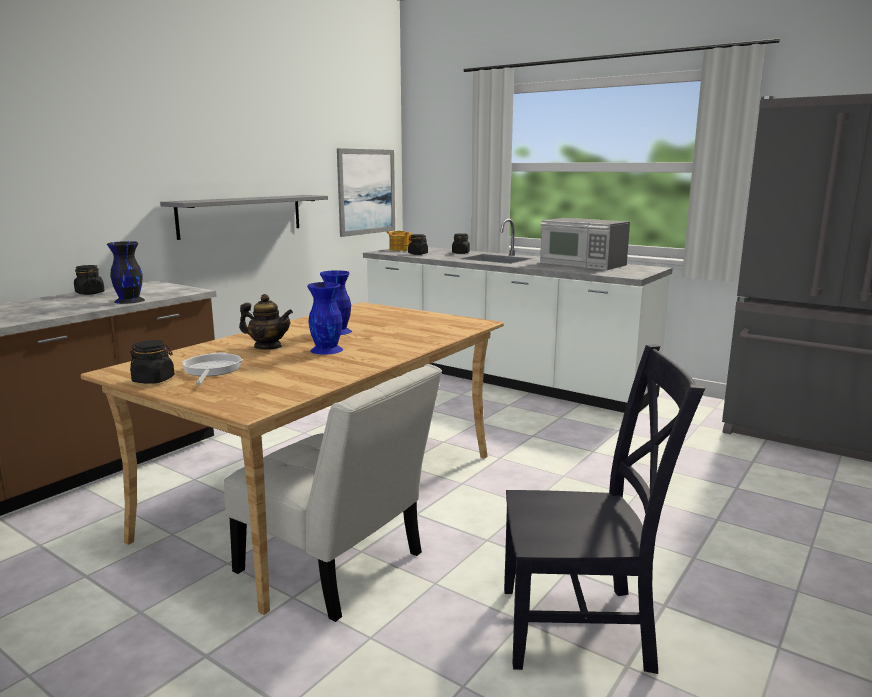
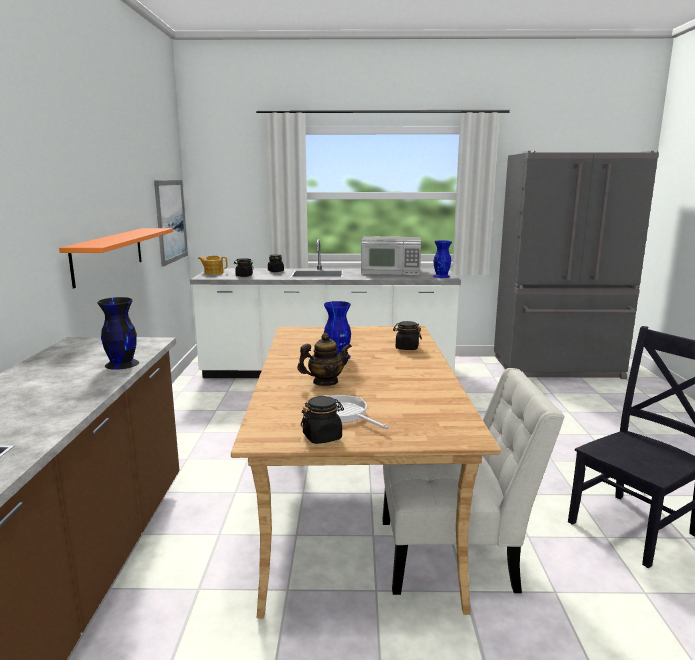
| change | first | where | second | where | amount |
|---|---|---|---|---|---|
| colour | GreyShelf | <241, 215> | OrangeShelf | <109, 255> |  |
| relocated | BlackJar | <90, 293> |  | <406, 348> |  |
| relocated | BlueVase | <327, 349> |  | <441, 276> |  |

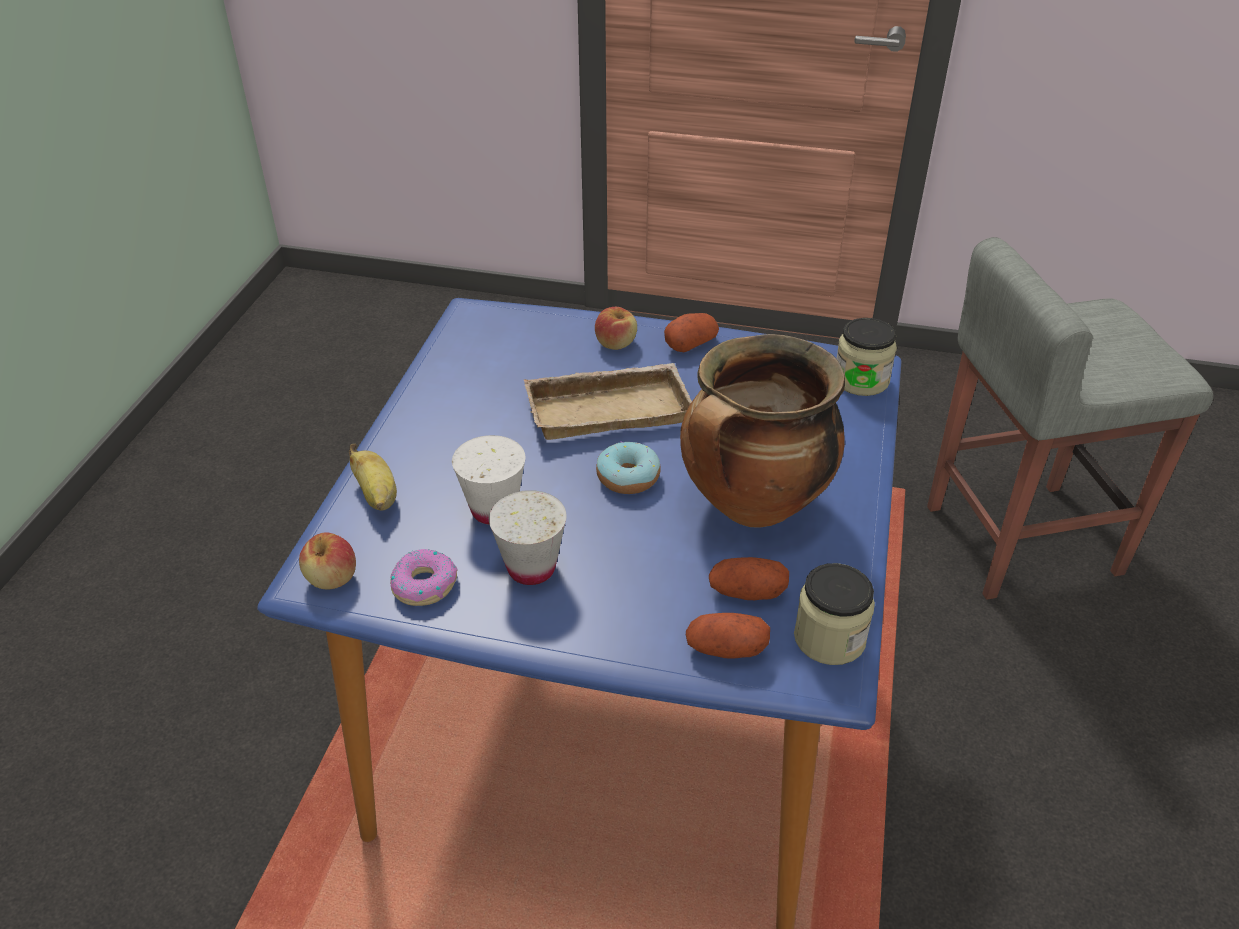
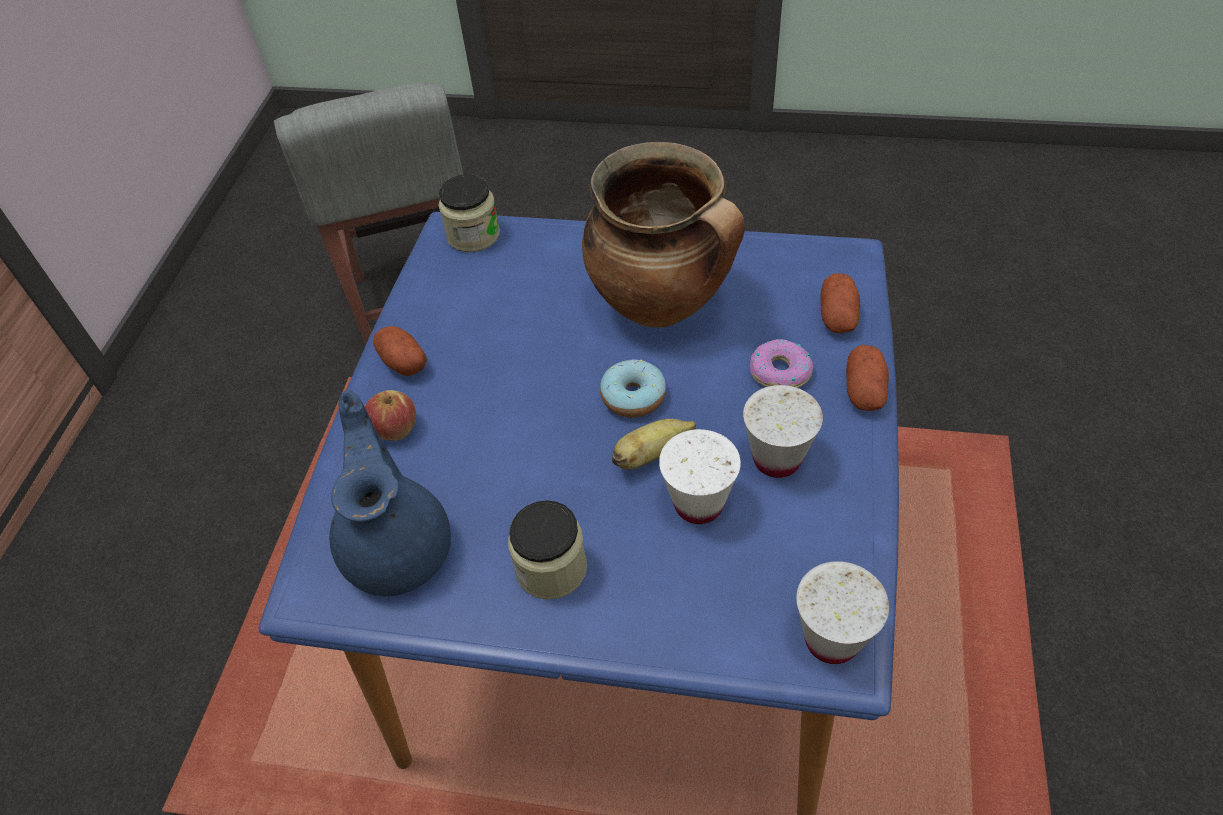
| change | first | where | second | where | amount |
|---|---|---|---|---|---|
| missing | BeigeTray | <609, 408> |  |  |  |
| relocated | Banana | <377, 495> |  | <652, 455> |  |
| exchanged | Apple | <332, 578> | WhiteCup | <831, 639> |  |
| relocated | Donut | <424, 584> |  | <780, 372> |  |
| relocated | Potato | <747, 592> |  | <864, 390> |  |
| relocated | Jar | <829, 638> |  | <551, 568> |  |
| appeared |  |  | BlueTeapot | <398, 545> |  |

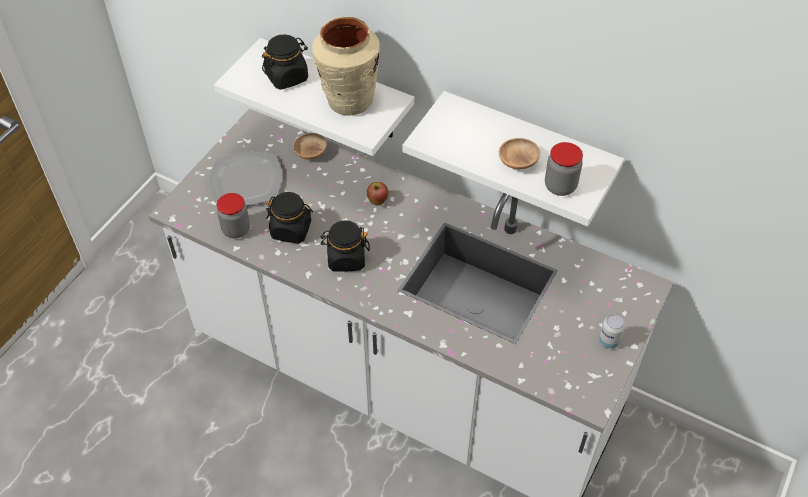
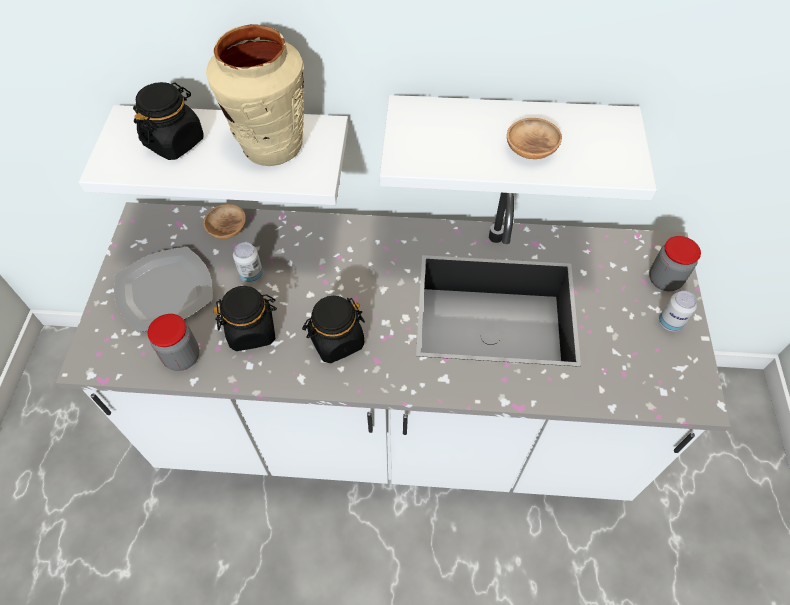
| change | first | where | second | where | amount |
|---|---|---|---|---|---|
| relocated | Jar | <560, 186> |  | <664, 280> |  |
| missing | Apple | <377, 201> |  |  |  |
| appeared |  |  | Can | <251, 275> |  |

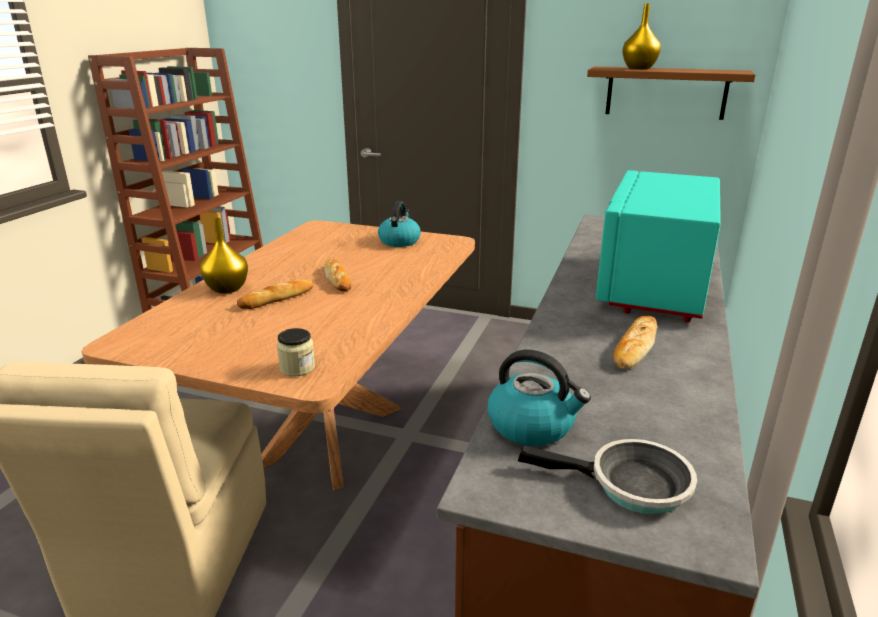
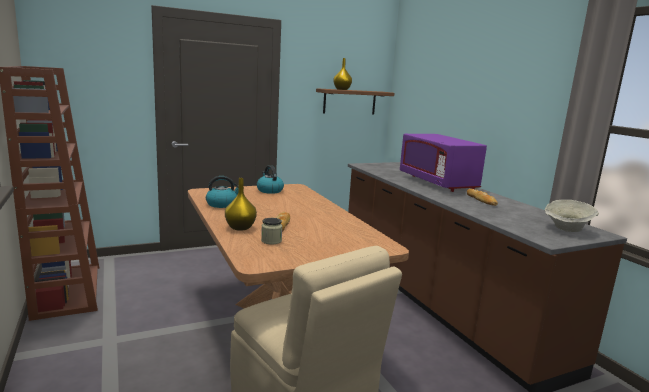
| change | first | where | second | where | amount |
|---|---|---|---|---|---|
| colour | TurquoiseMicrowave | <653, 286> | PurpleMicrowave | <437, 182> |  |
| missing | Bread | <337, 279> |  |  |  |
| relocated | Jar | <297, 368> |  | <271, 241> |  |
| relocated | Kettle | <532, 425> |  | <222, 204> |  |
| exchanged | FryingPan | <630, 485> | BeigeBowl | <567, 229> |  |

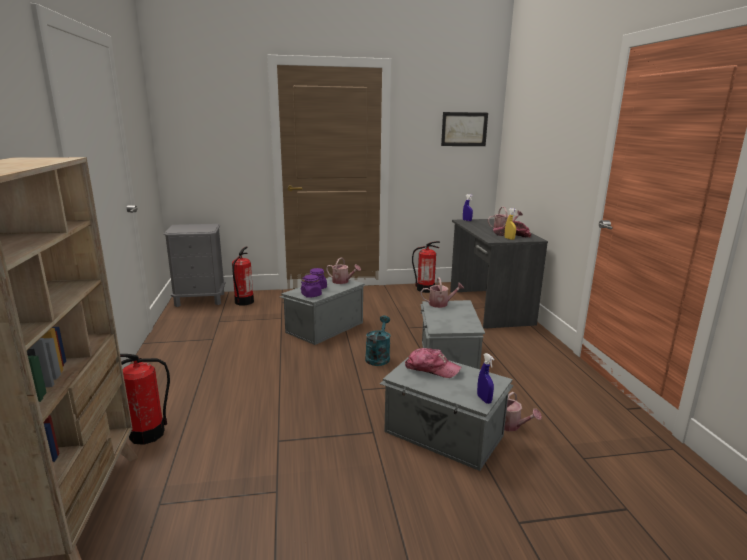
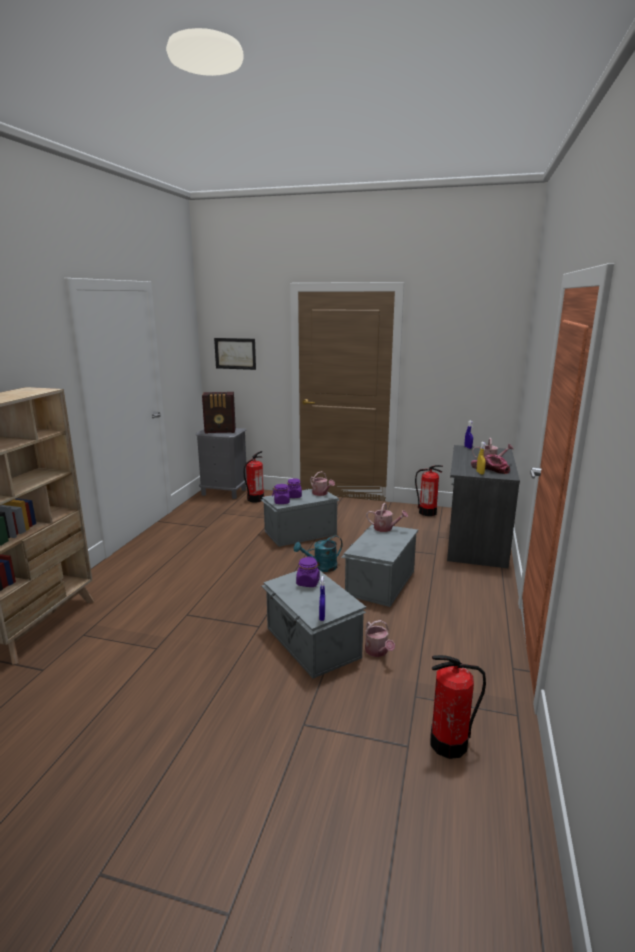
| change | first | where | second | where | amount |
|---|---|---|---|---|---|
| relocated | Picture | <464, 129> |  | <235, 353> |  |
| spun | TurquoiseWateringCan | <378, 357> |  | <321, 567> | 150 degrees counterclockwise |
| exchanged | Cap | <431, 369> | PurpleJar | <308, 583> |  |
| relocated | FireExtinguisher | <148, 434> |  | <449, 744> |  |
| appeared |  |  | Radio | <221, 431> |  |

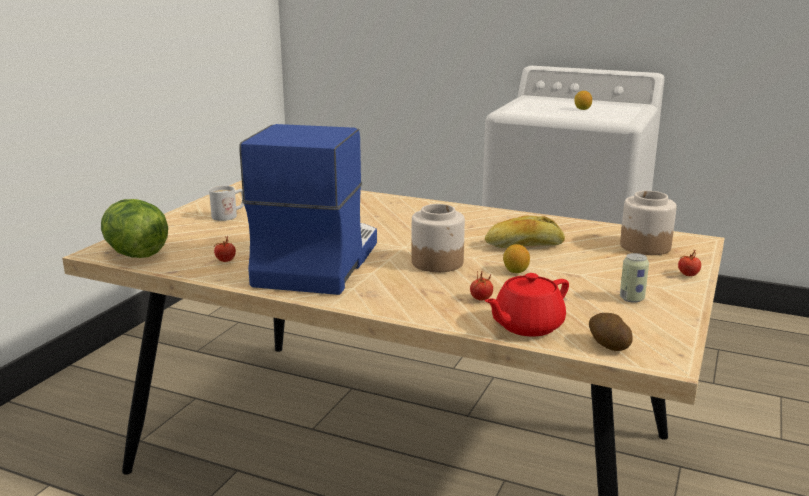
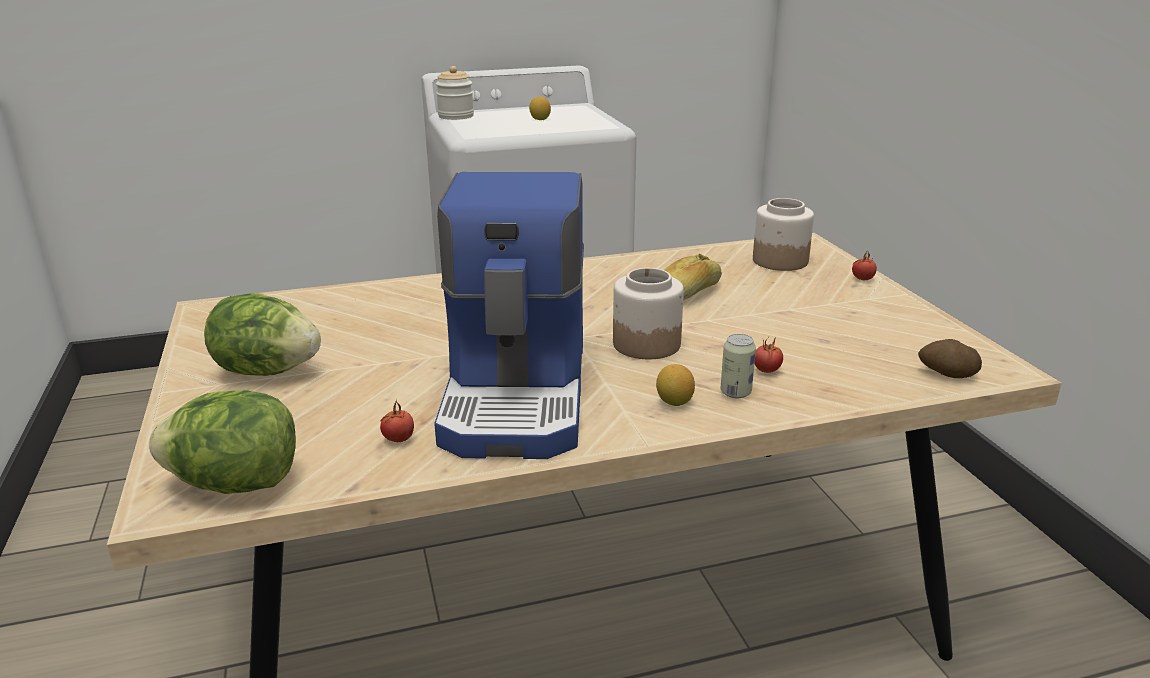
| change | first | where | second | where | amount |
|---|---|---|---|---|---|
| spun | CoffeeMachine | <316, 262> |  | <519, 395> | 150 degrees counterclockwise |
| exchanged | WhiteMug | <229, 215> | Lettuce | <267, 371> |  |
| relocated | Lemon | <515, 271> |  | <674, 402> |  |
| relocated | Can | <632, 299> |  | <735, 392> |  |
| missing | RedTeapot | <526, 326> |  |  |  |
| appeared |  |  | Jar | <456, 116> |  |

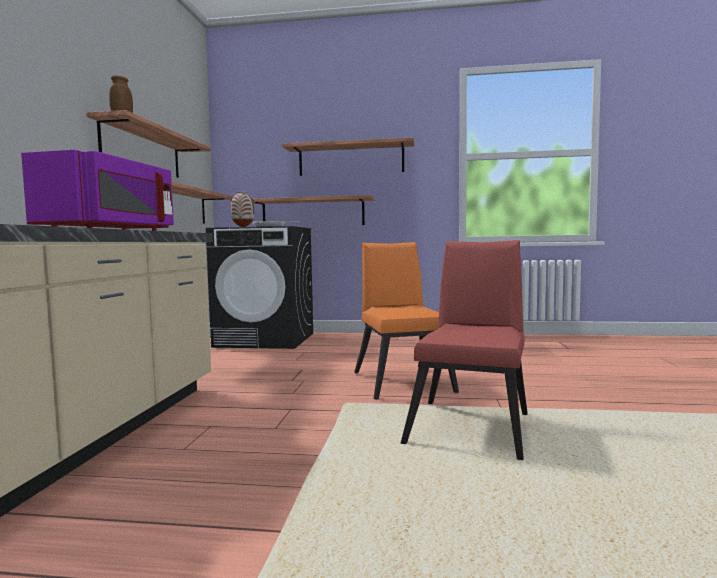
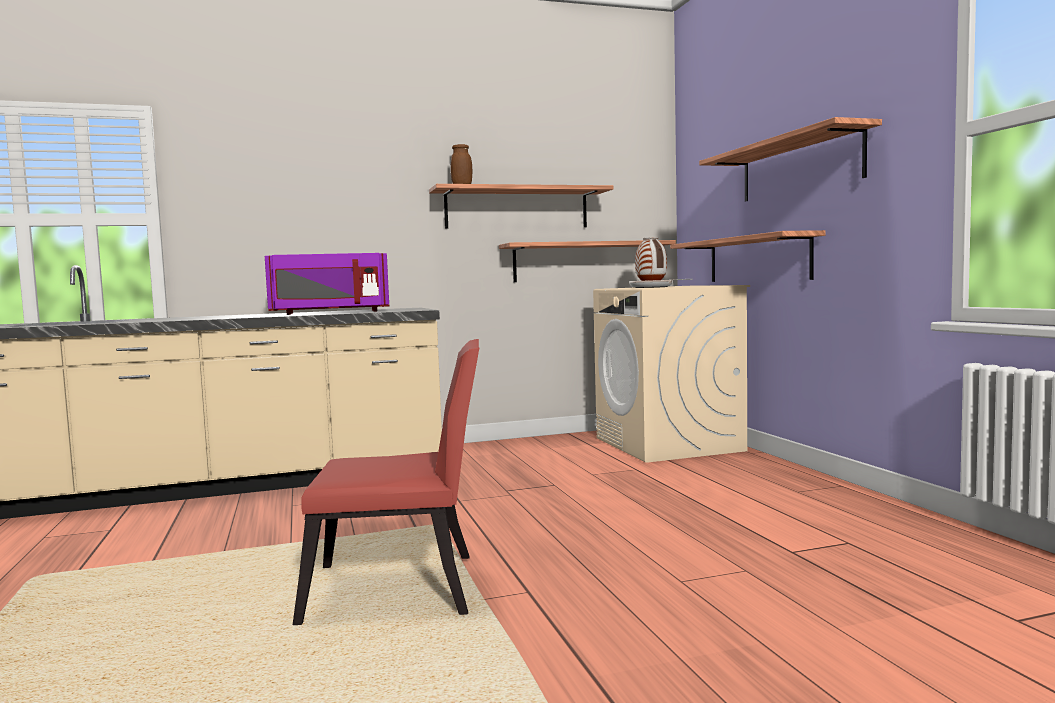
| change | first | where | second | where | amount |
|---|---|---|---|---|---|
| colour | BlackWashingMachine | <266, 340> | BeigeWashingMachine | <668, 444> |  |
| missing | OrangeChair | <402, 380> |  |  |  |

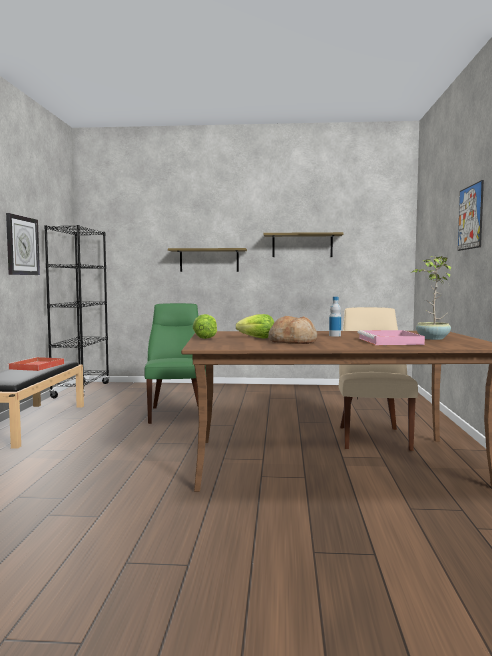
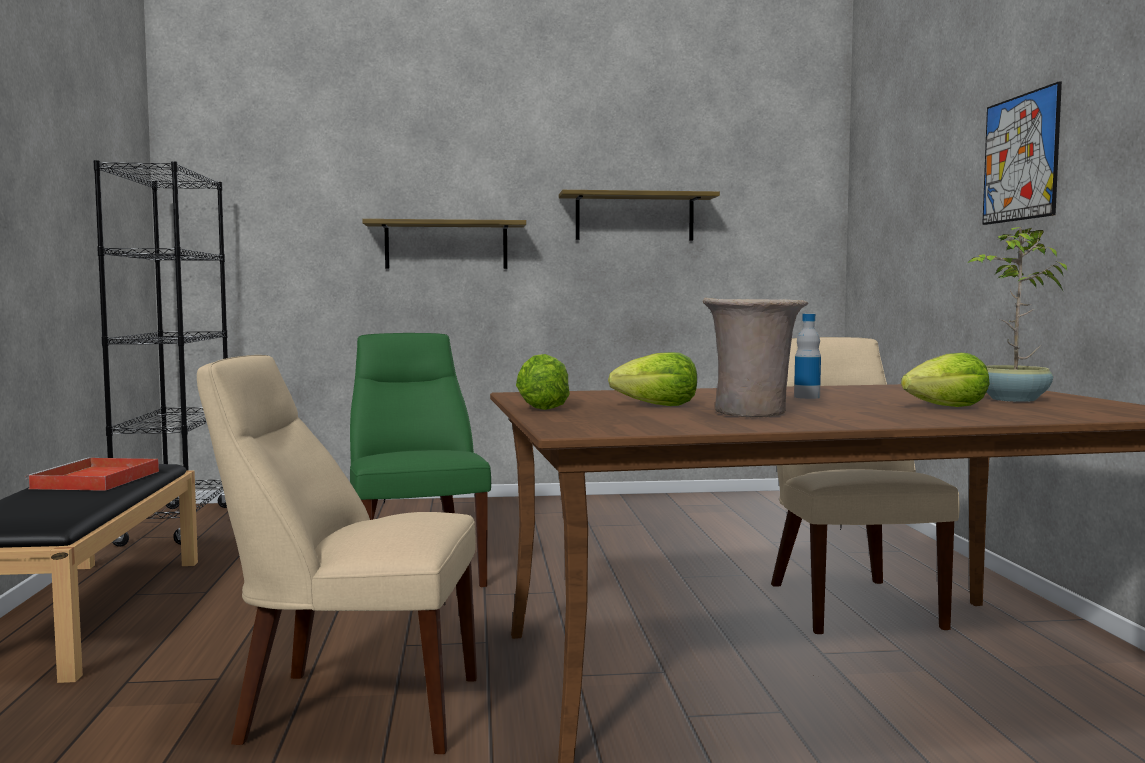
| change | first | where | second | where | amount |
|---|---|---|---|---|---|
| missing | WallClock | <22, 245> |  |  |  |
| exchanged | Bread | <293, 342> | BeigeVase | <753, 413> |  |
| exchanged | PinkTray | <390, 341> | Lettuce | <948, 407> |  |
| appeared |  |  | BeigeChair | <350, 709> |  |

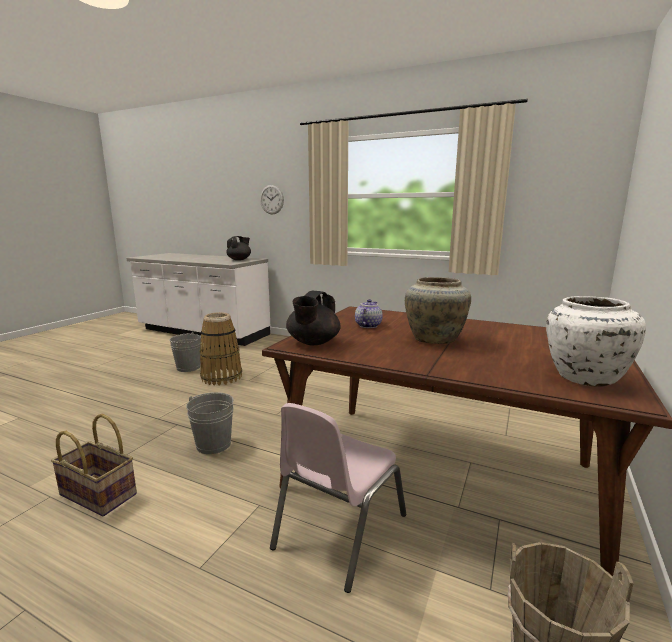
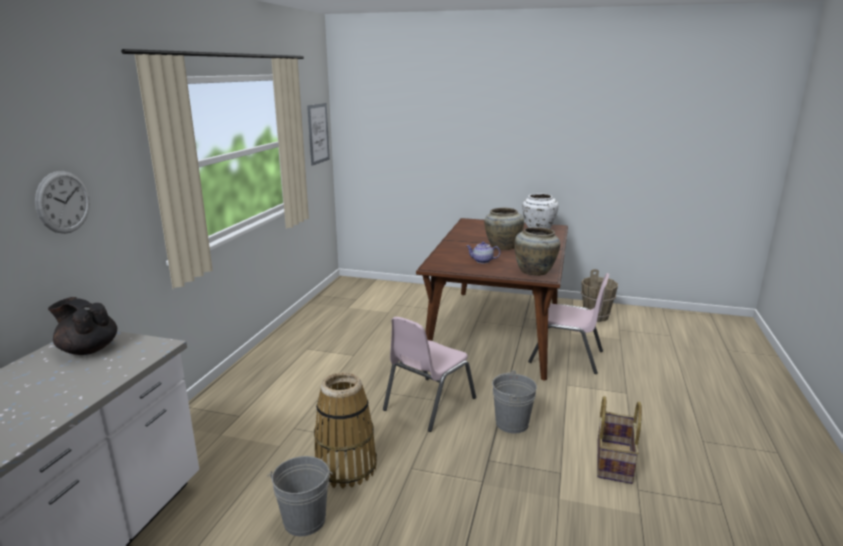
| change | first | where | second | where | amount |
|---|---|---|---|---|---|
| exchanged | BlackTeapot | <313, 342> | BeigeVase | <535, 272> |  |
| appeared |  |  | Picture | <318, 133> |  |
| appeared |  |  | PinkChair | <428, 404> |  |

